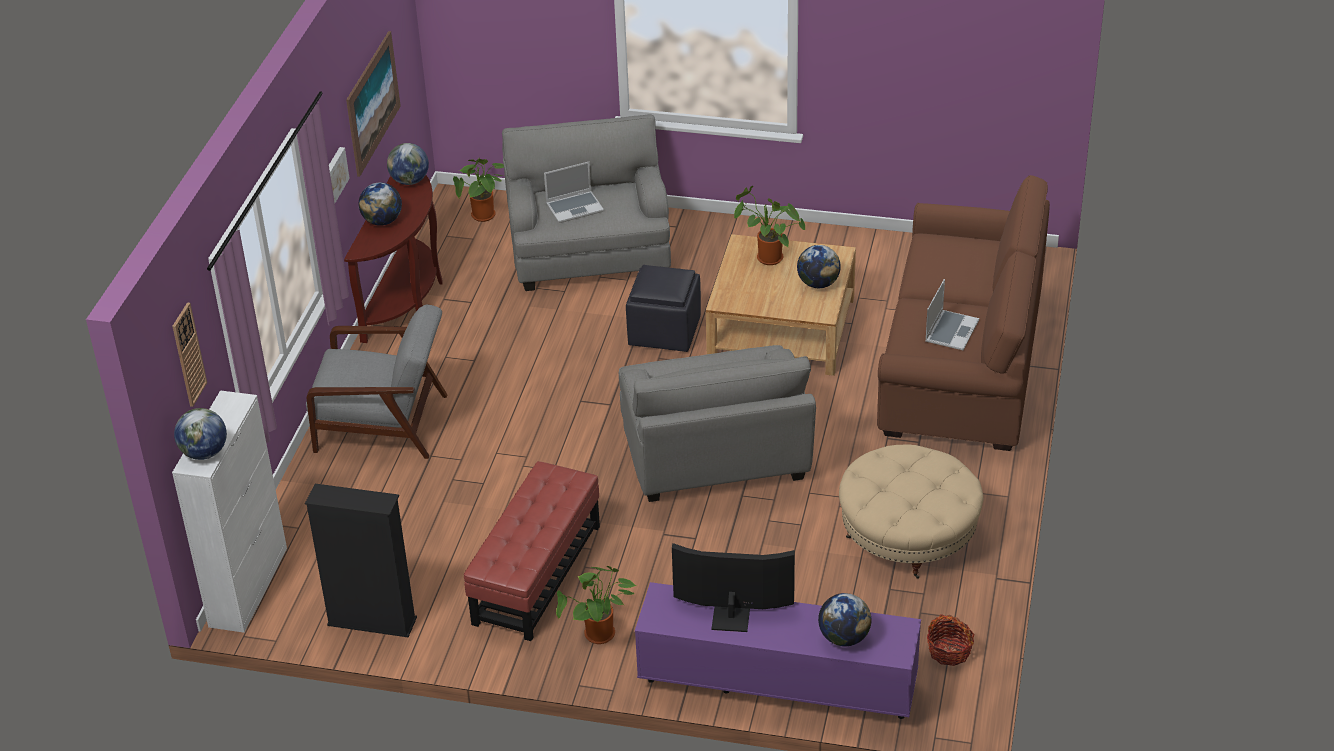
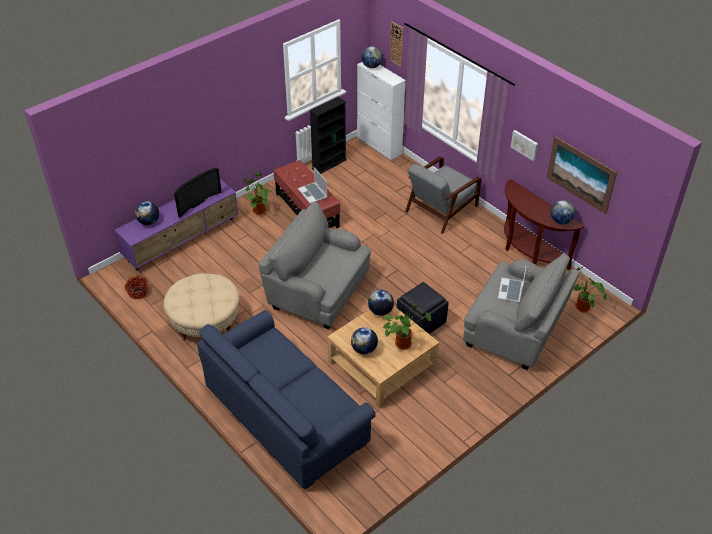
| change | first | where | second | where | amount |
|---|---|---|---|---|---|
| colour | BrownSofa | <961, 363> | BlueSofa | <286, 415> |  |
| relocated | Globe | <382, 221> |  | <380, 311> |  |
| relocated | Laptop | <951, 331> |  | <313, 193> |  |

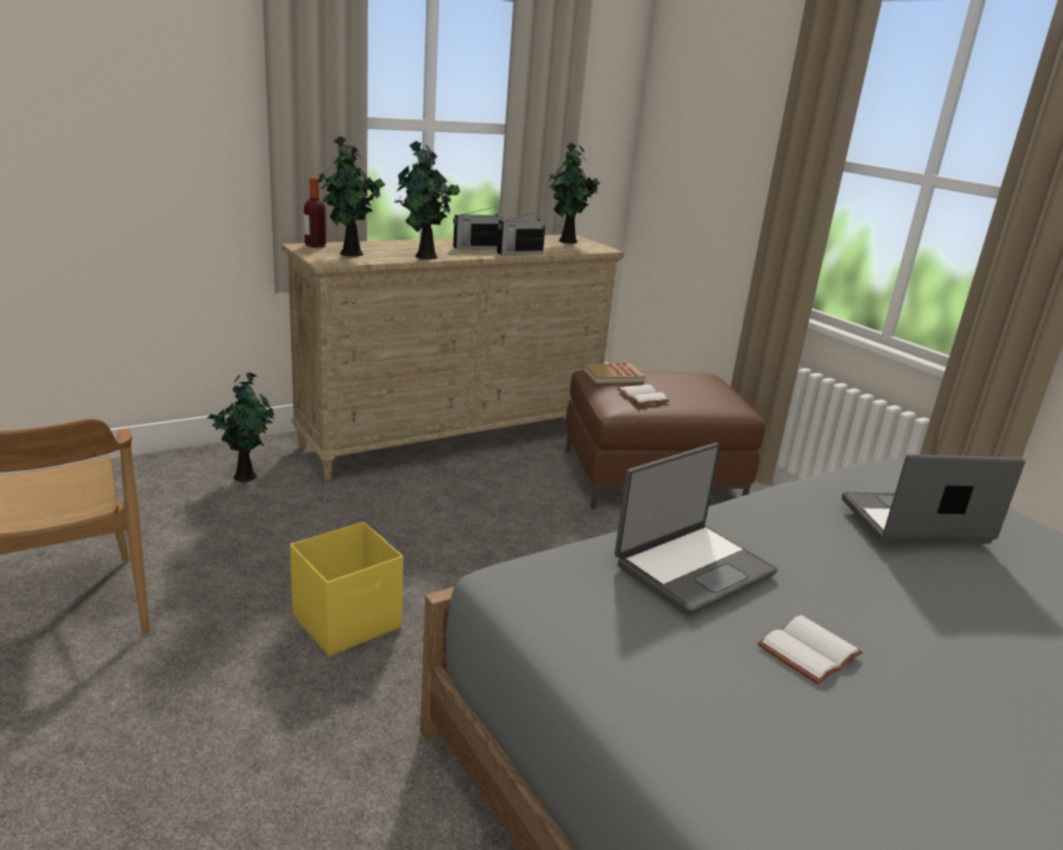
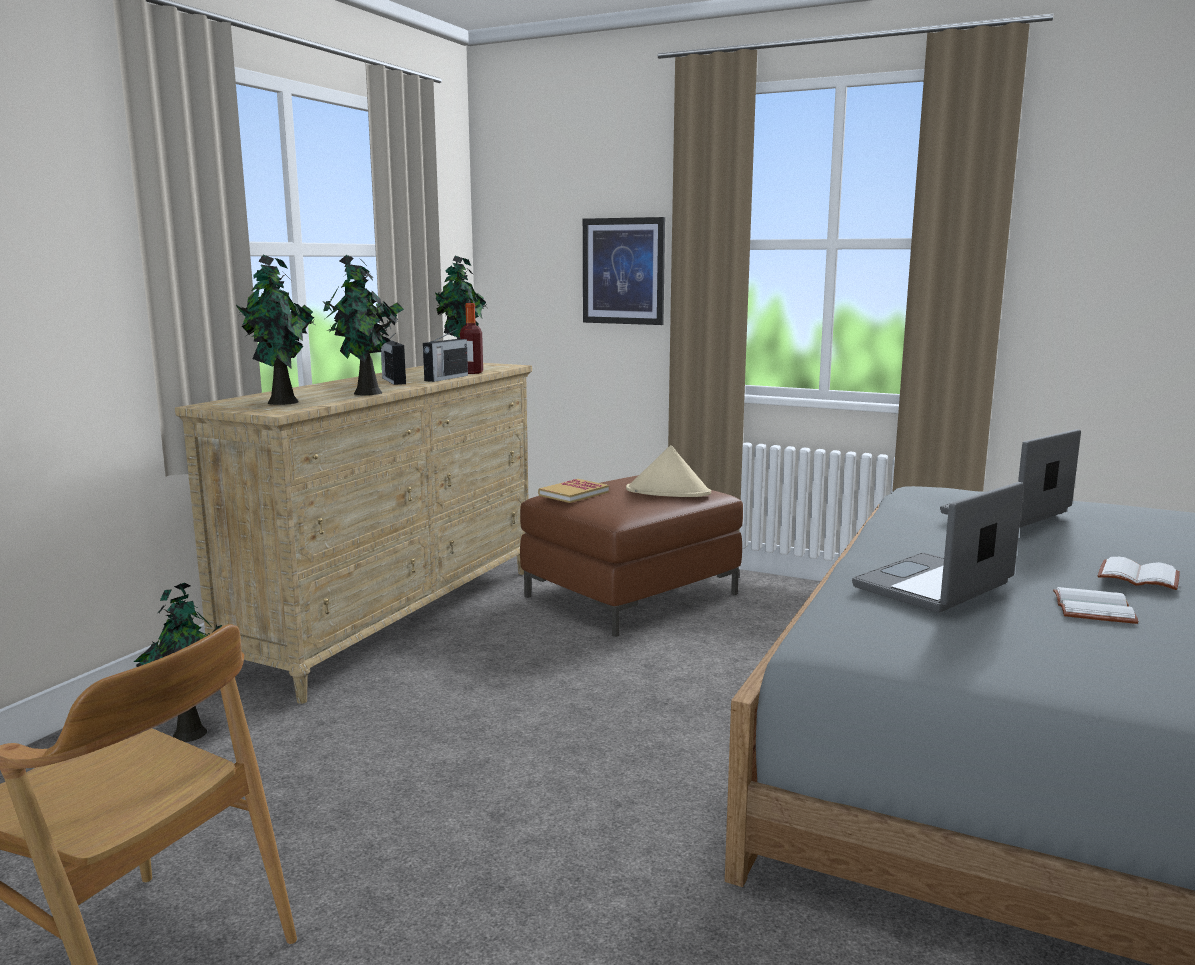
| change | first | where | second | where | amount |
|---|---|---|---|---|---|
| relocated | Bottle | <315, 245> |  | <472, 372> |  |
| spun | Radio | <475, 247> |  | <393, 380> | 120 degrees clockwise |
| relocated | WhiteBook | <644, 396> |  | <1139, 576> |  |
| spun | Laptop | <692, 568> |  | <935, 586> | 150 degrees counterclockwise |
| missing | YellowStorageBox | <348, 622> |  |  |  |
| appeared |  |  | Picture | <623, 271> |  |
| appeared |  |  | BeigeHat | <668, 492> |  |

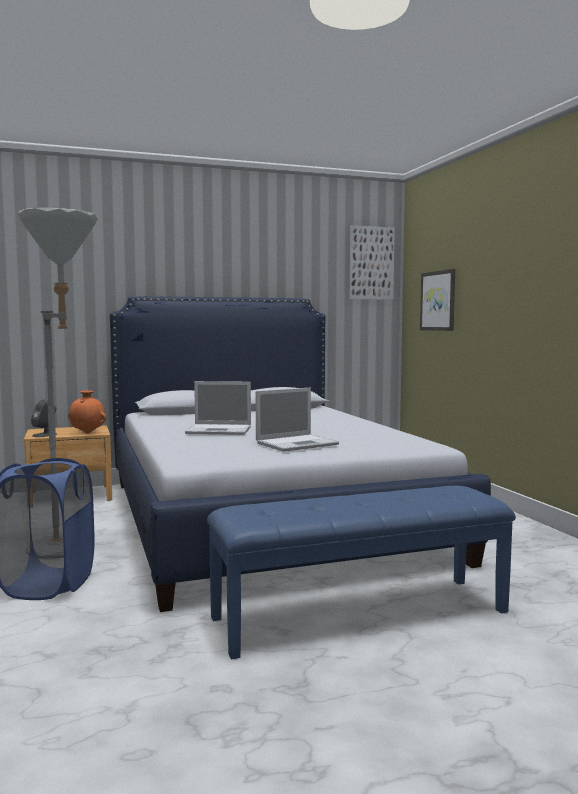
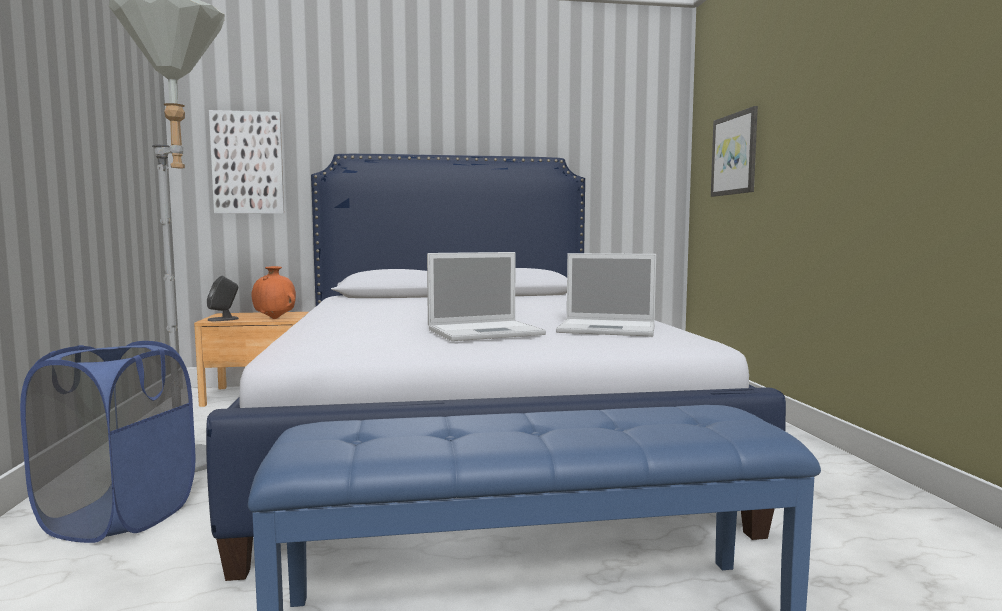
| change | first | where | second | where | amount |
|---|---|---|---|---|---|
| relocated | Picture | <371, 263> |  | <247, 163> |  |
| relocated | Laptop | <220, 430> |  | <609, 329> |  |

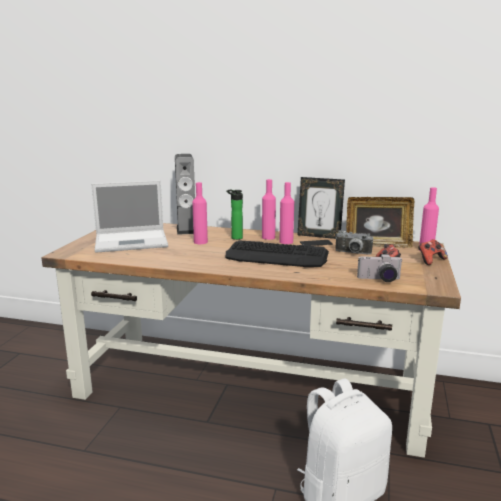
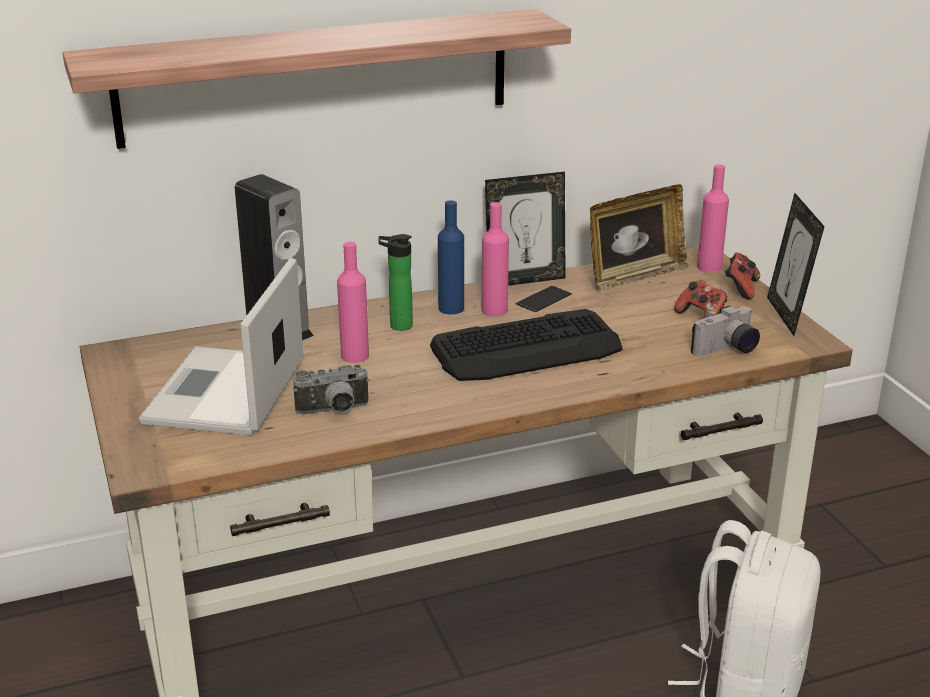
| change | first | where | second | where | amount |
|---|---|---|---|---|---|
| colour | PinkBottle | <268, 237> | BlueBottle | <451, 308> |  |
| spun | Laptop | <133, 241> |  | <225, 394> | 150 degrees clockwise |
| relocated | PhotoCamera | <352, 253> |  | <334, 411> |  |
| appeared |  |  | Shelf | <316, 77> |  |
| appeared |  |  | PictureFrame | <787, 316> |  |

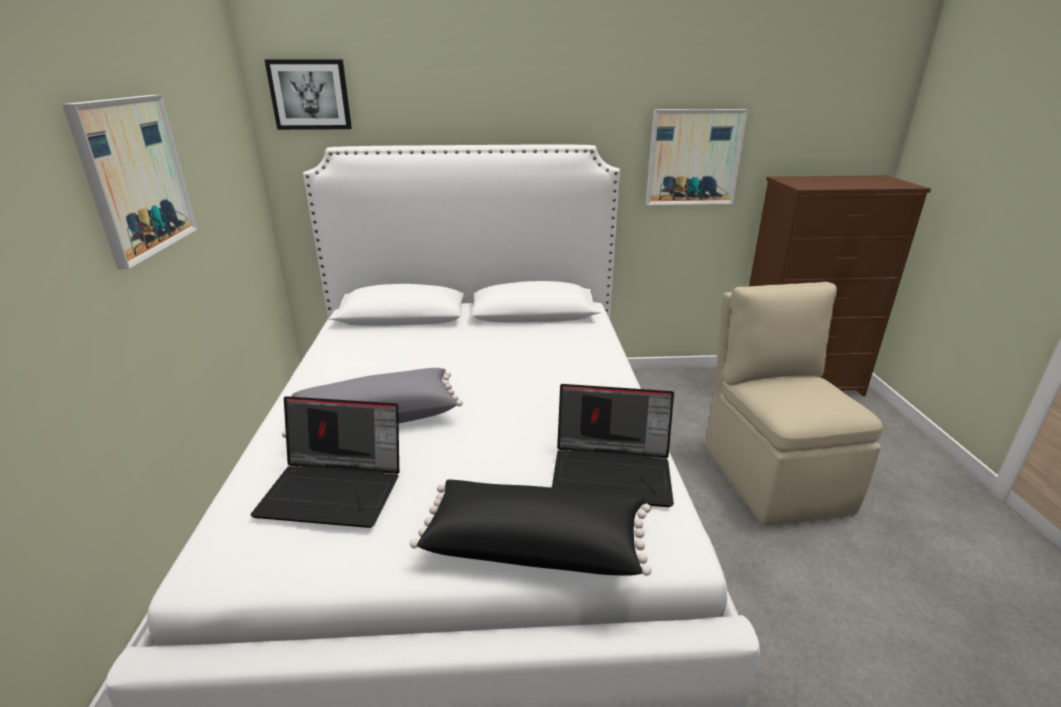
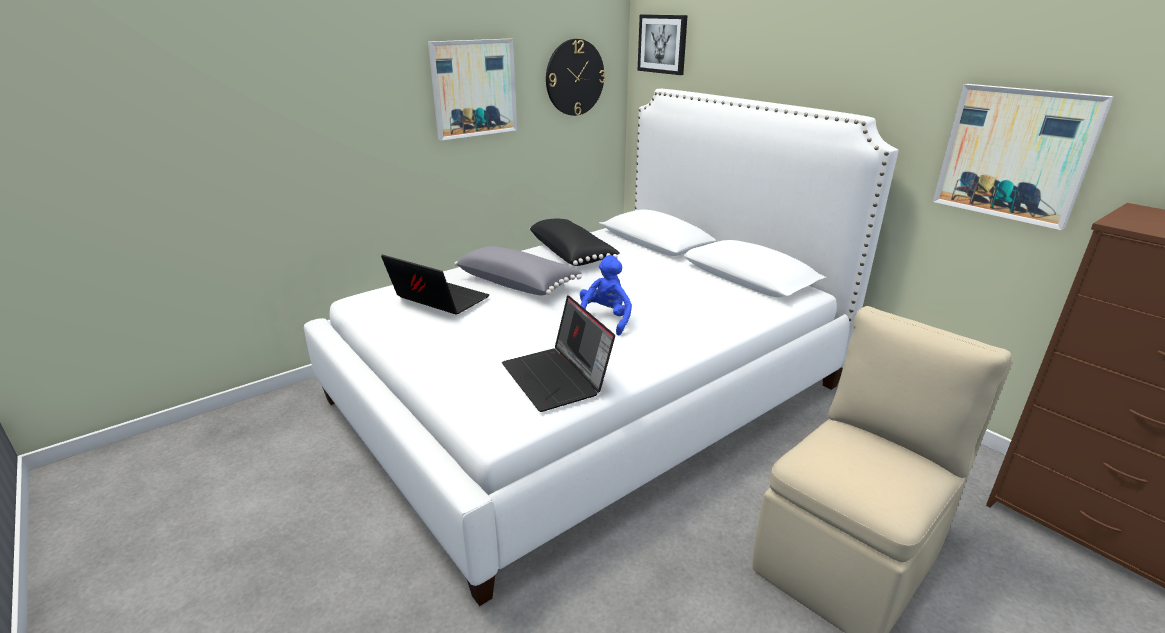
| change | first | where | second | where | amount |
|---|---|---|---|---|---|
| spun | Laptop | <335, 489> |  | <437, 300> | 150 degrees clockwise |
| relocated | BlackPillow | <535, 544> |  | <572, 254> |  |
| appeared |  |  | WallClock | <574, 77> |  |
| appeared |  |  | BluePlushToy | <605, 319> |  |

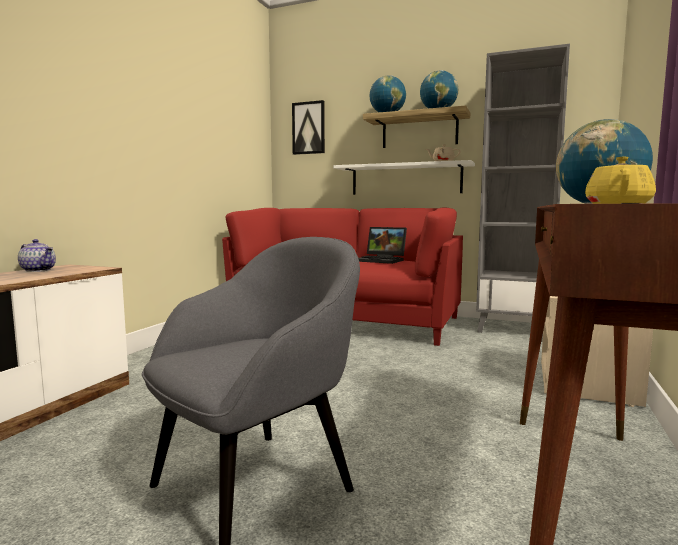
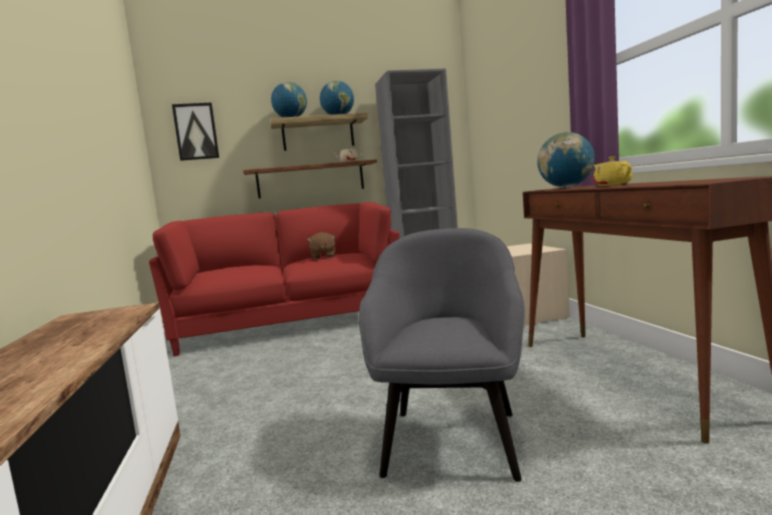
| change | first | where | second | where | amount |
|---|---|---|---|---|---|
| colour | WhiteShelf | <405, 179> | BrownShelf | <311, 180> |  |
| exchanged | Laptop | <382, 260> | BrownPlushToy | <323, 257> |  |
| missing | Teapot | <39, 270> |  |  |  |

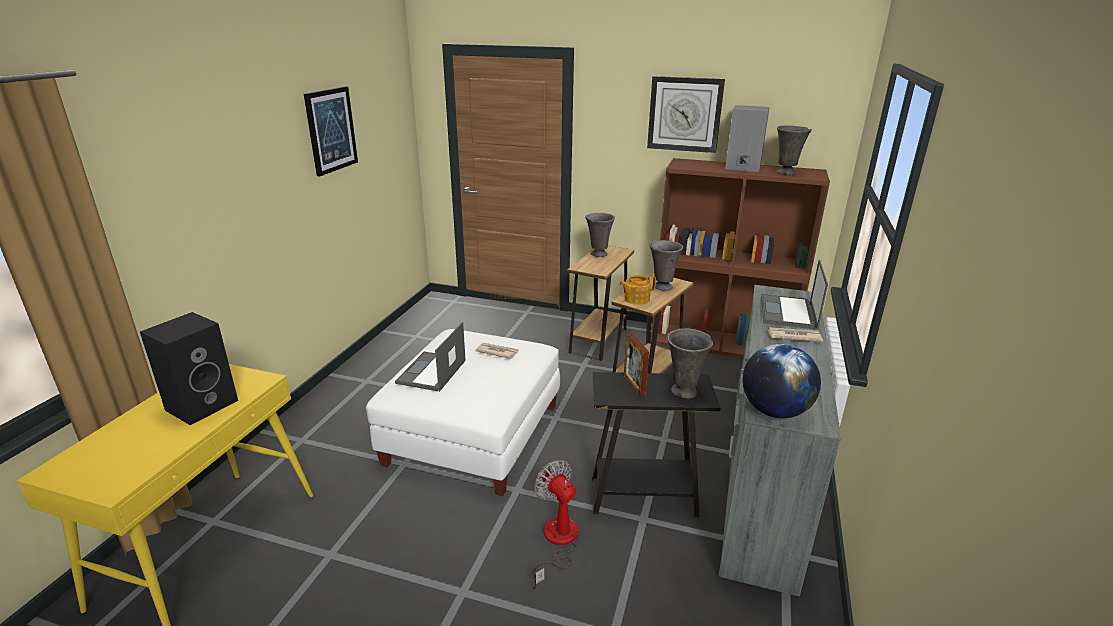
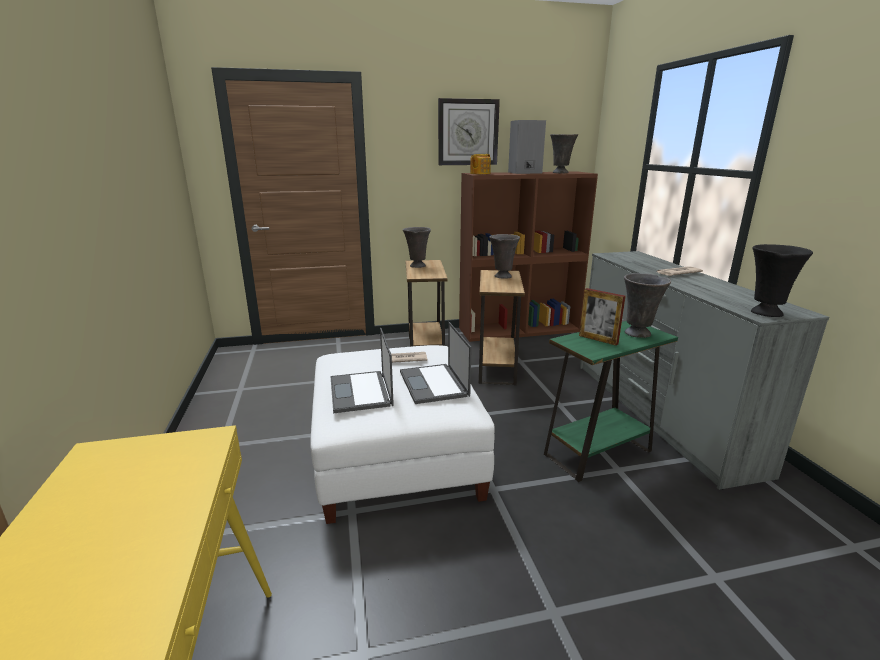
| change | first | where | second | where | amount |
|---|---|---|---|---|---|
| missing | Picture | <331, 130> |  |  |  |
| relocated | Laptop | <788, 313> |  | <434, 384> |  |
| relocated | Teapot | <636, 299> |  | <479, 173> |  |
| missing | BlackSpeaker | <202, 404> |  |  |  |
| exchanged | Globe | <774, 411> | BlackVase | <765, 313> |  |
| colour | BlackSideTable | <643, 497> | GreenSideTable | <597, 453> |  |
| missing | Fan | <557, 542> |  |  |  |

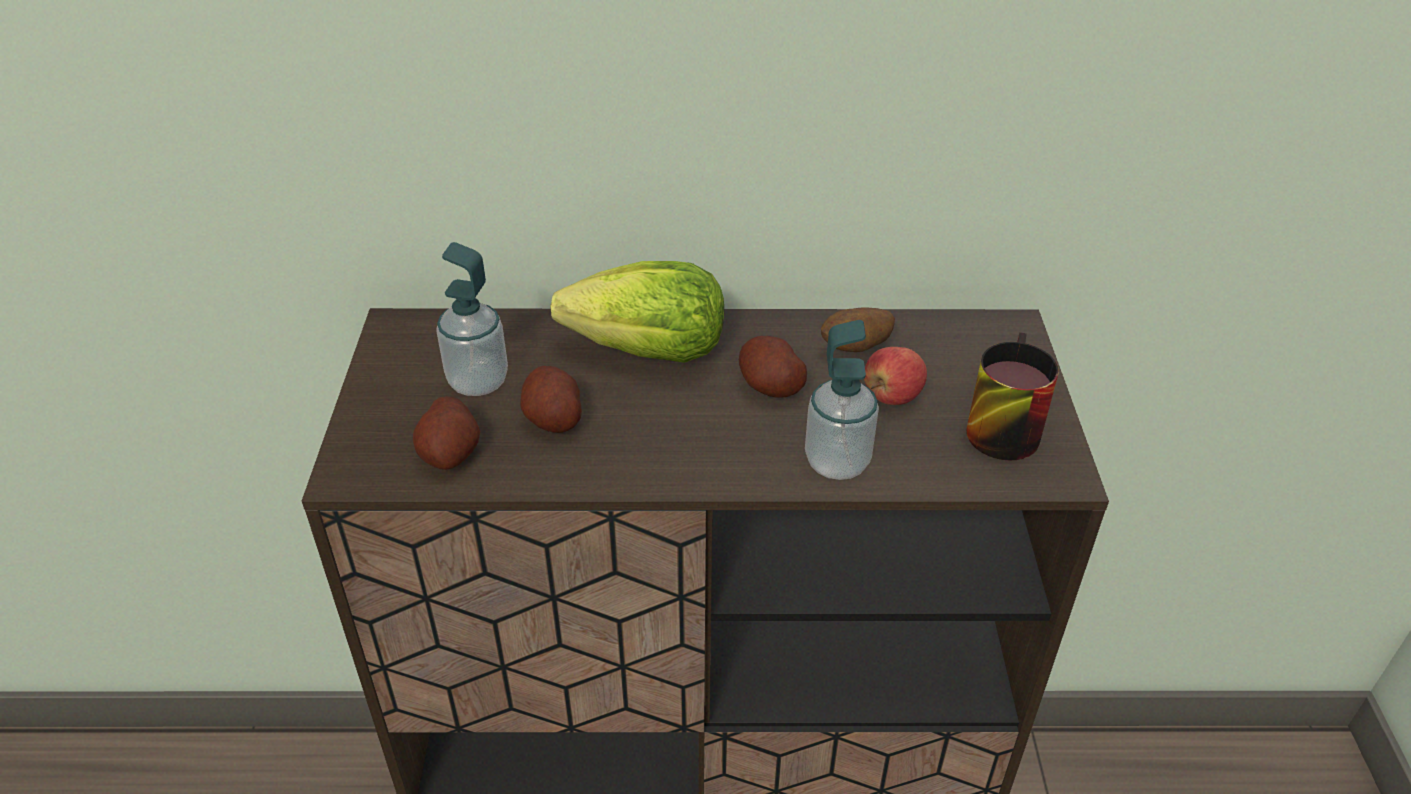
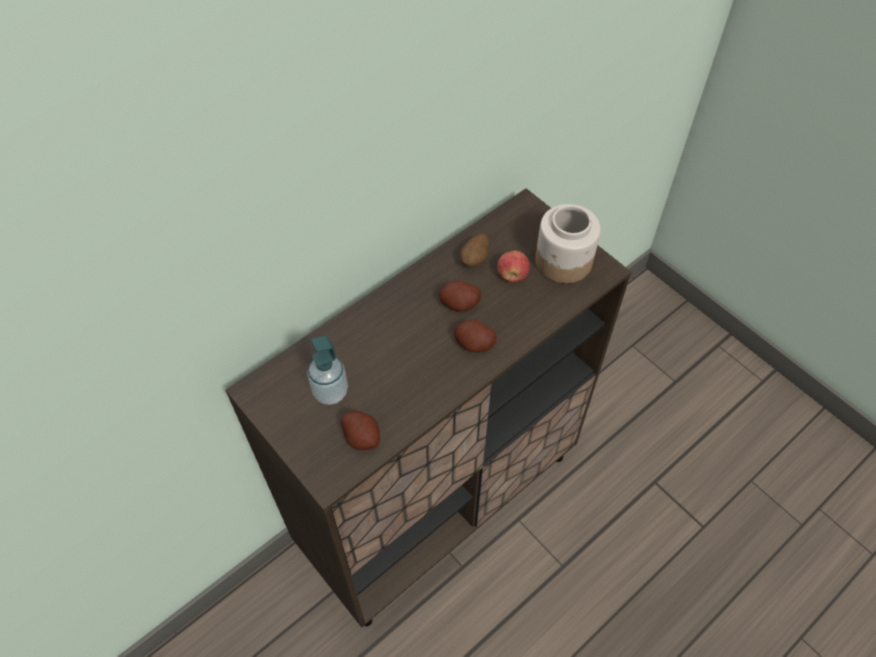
| change | first | where | second | where | amount |
|---|---|---|---|---|---|
| missing | Lettuce | <649, 352> |  |  |  |
| missing | SoapDispenser | <837, 462> |  |  |  |
| exchanged | Mug | <997, 424> | Jar | <563, 262> |  |
| relocated | Potato | <553, 418> |  | <474, 343> |  |

